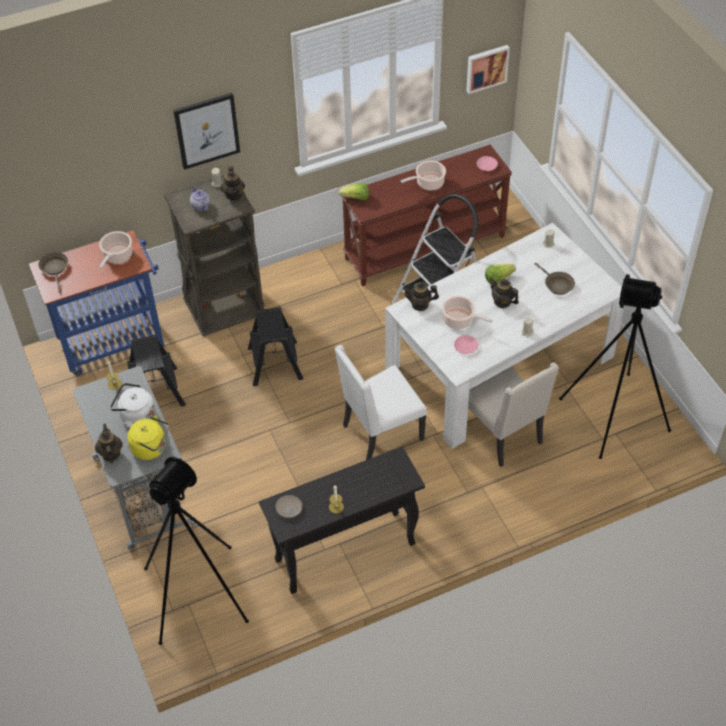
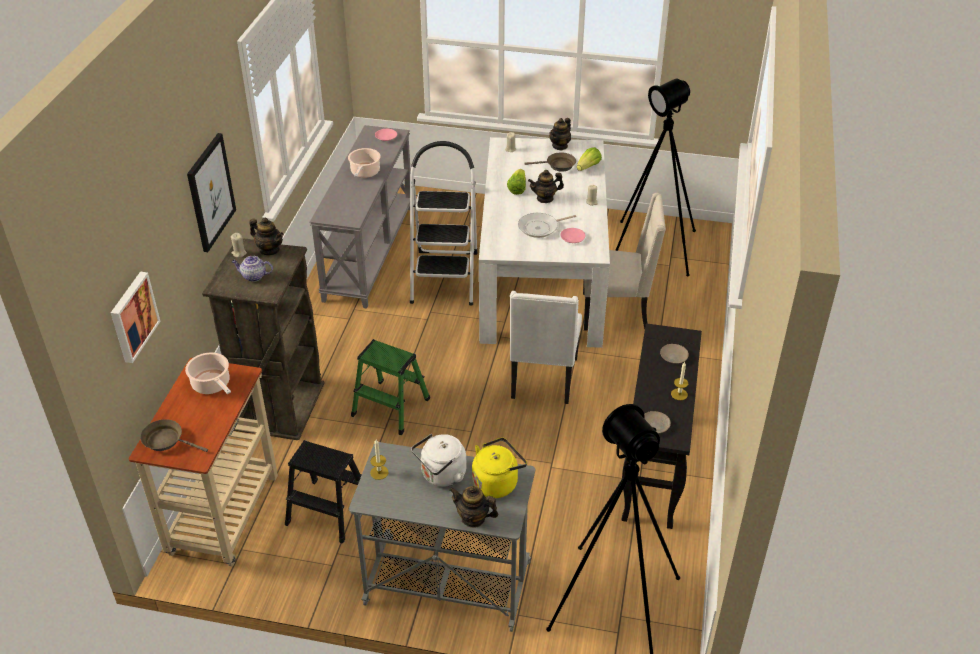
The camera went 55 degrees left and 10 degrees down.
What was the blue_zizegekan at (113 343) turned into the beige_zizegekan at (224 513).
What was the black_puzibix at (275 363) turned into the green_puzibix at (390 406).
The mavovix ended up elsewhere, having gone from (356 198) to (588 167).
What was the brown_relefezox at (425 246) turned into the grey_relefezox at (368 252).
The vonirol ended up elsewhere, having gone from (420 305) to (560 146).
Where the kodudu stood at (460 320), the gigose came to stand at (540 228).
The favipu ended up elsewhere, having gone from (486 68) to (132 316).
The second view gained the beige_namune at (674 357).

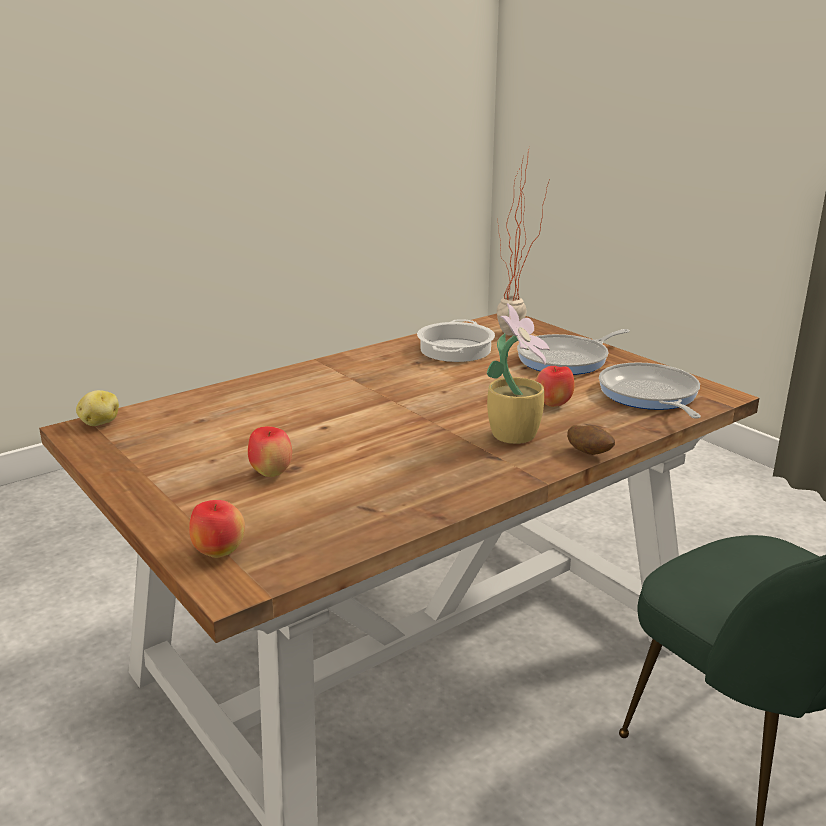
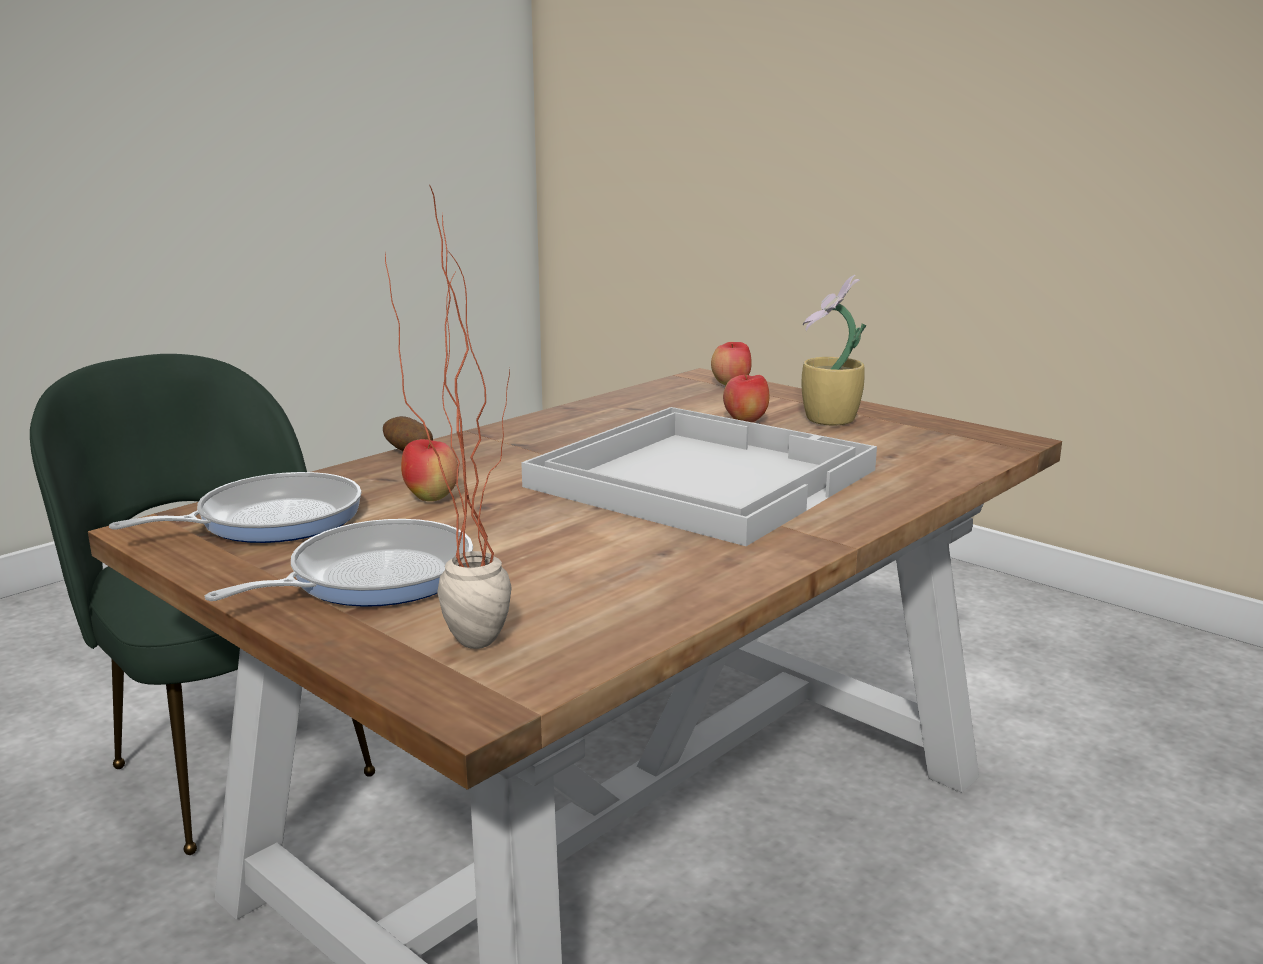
The camera went 170 degrees right and 5 degrees down.
The second view lost the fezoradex at (99 423).
The second view lost the kodudu at (454 349).
The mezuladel ended up elsewhere, having gone from (515 434) to (829 420).
The gigose at (649 395) ended up facing another way, 105 degrees counterclockwise from before.
The second view gained the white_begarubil at (701 477).

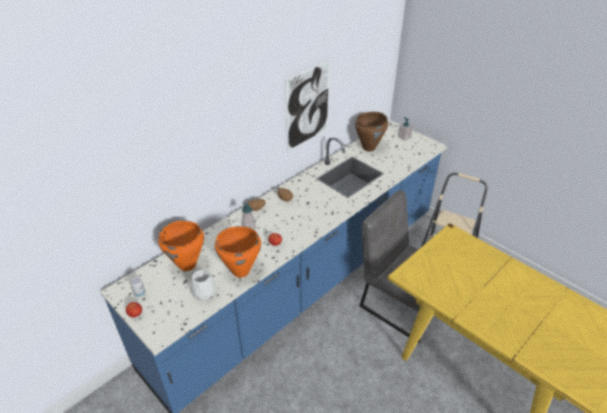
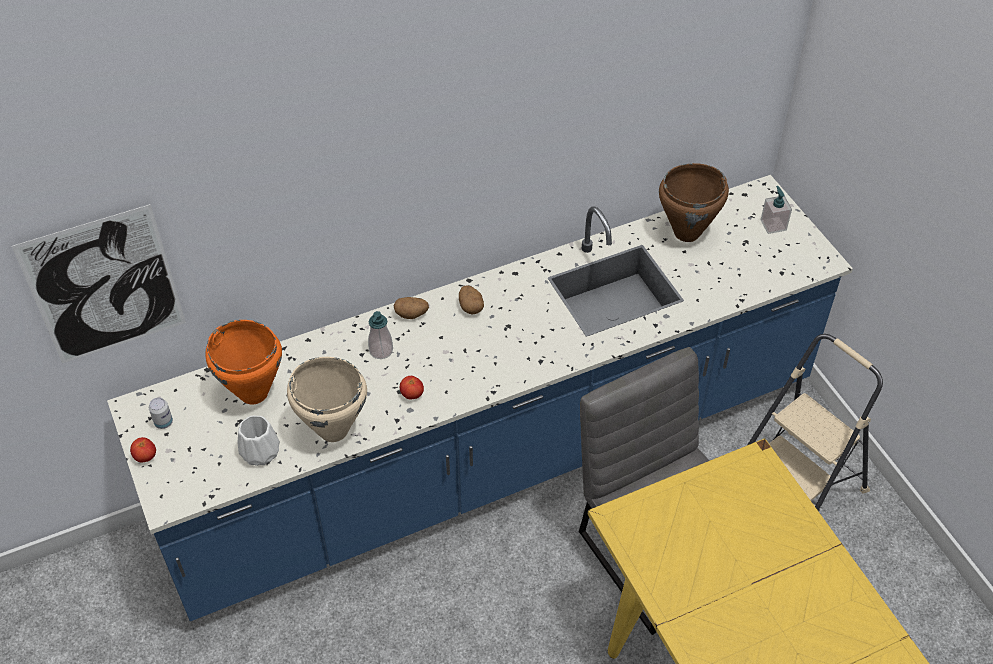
The camera went 20 degrees right and 10 degrees up.
What was the orange_kodudu at (240 271) turned into the beige_kodudu at (333 429).
The favipu ended up elsewhere, having gone from (308 106) to (104 286).

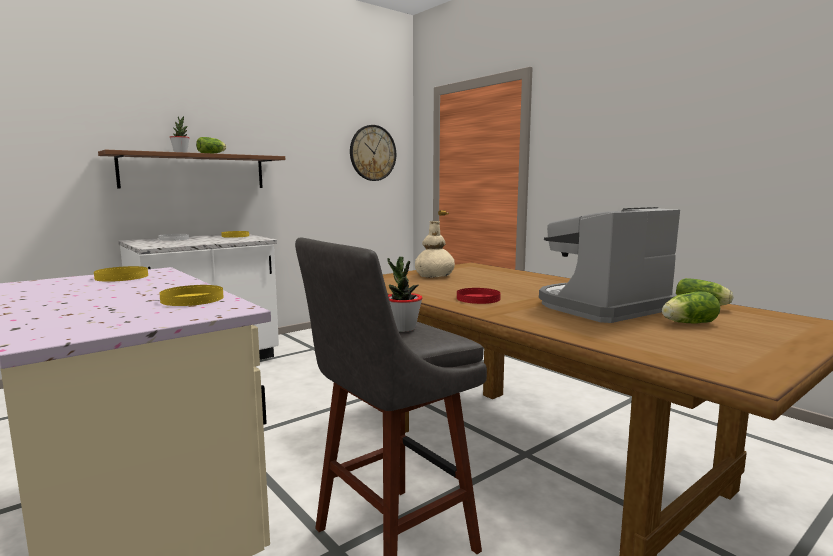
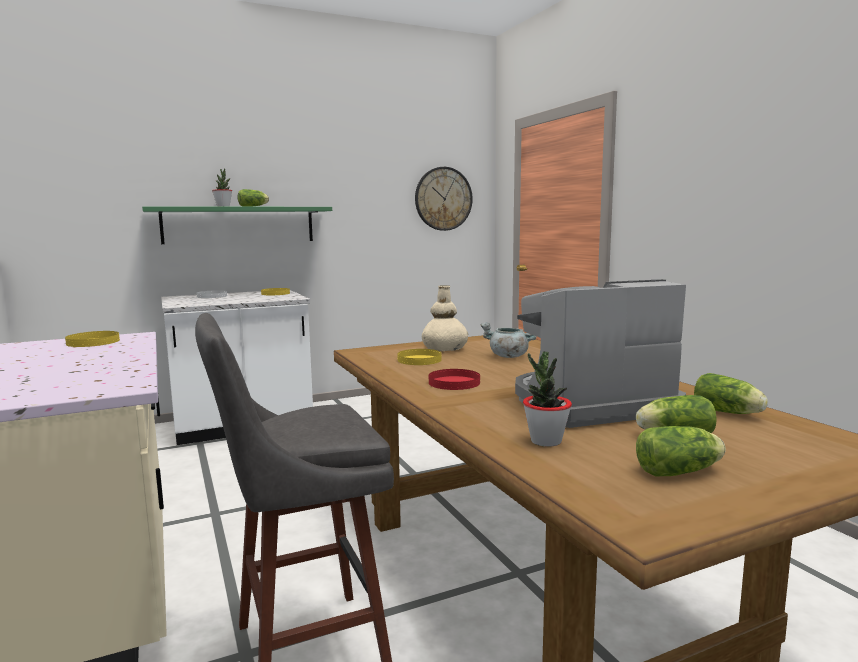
The camera went 15 degrees right and 0 degrees up.
What was the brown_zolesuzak at (194 171) turned into the green_zolesuzak at (239 225).
The yellow_namune ended up elsewhere, having gone from (193 299) to (419 360).
The mezuladel ended up elsewhere, having gone from (403 329) to (545 441).
The second view gained the grey_kodudu at (508 356).
The second view gained the mavovix at (681 472).

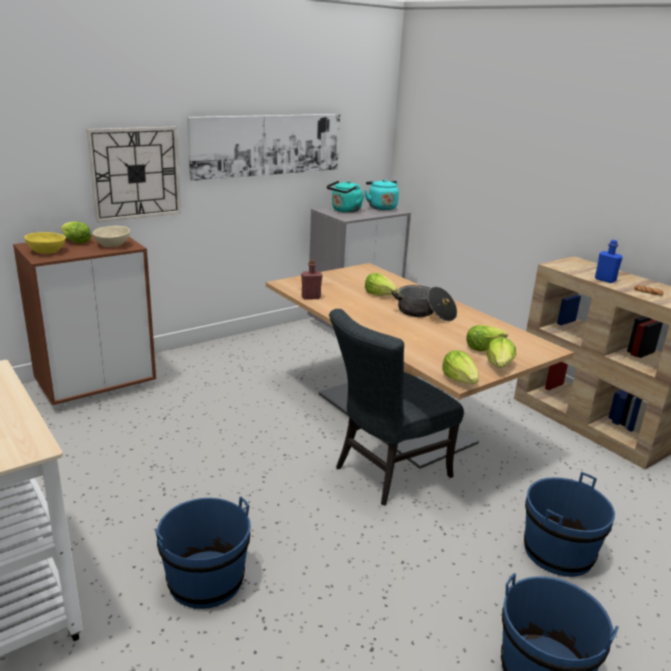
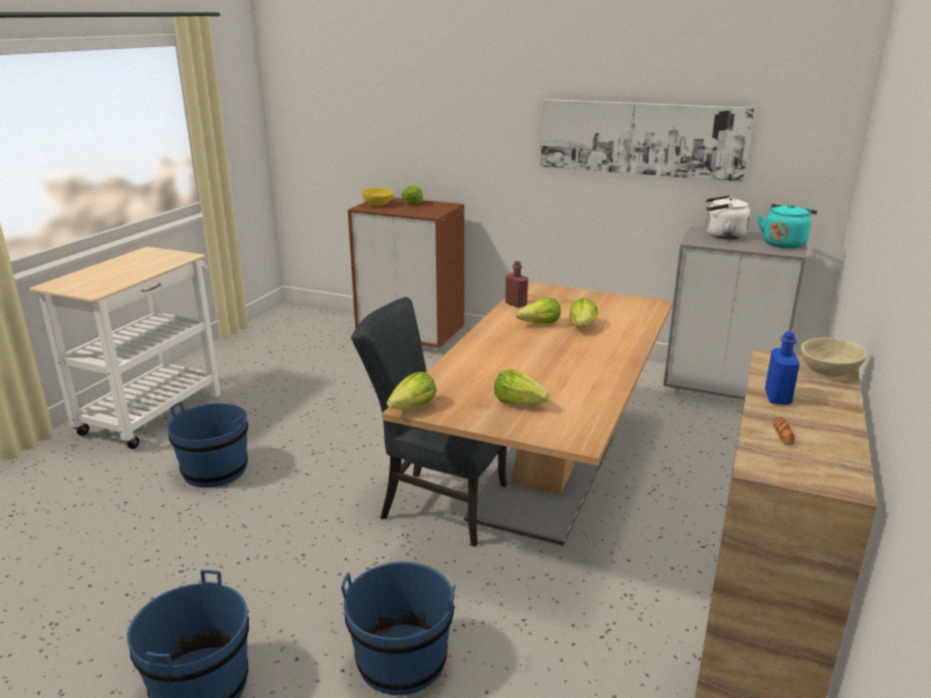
The camera went 60 degrees right and 0 degrees up.
The second view lost the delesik at (135 173).
The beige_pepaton ended up elsewhere, having gone from (112 245) to (829 371).
What was the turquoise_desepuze at (345 210) turned into the white_desepuze at (722 236).
The second view lost the kodudu at (424 313).
The mavovix ended up elsewhere, having gone from (500 365) to (540 324).

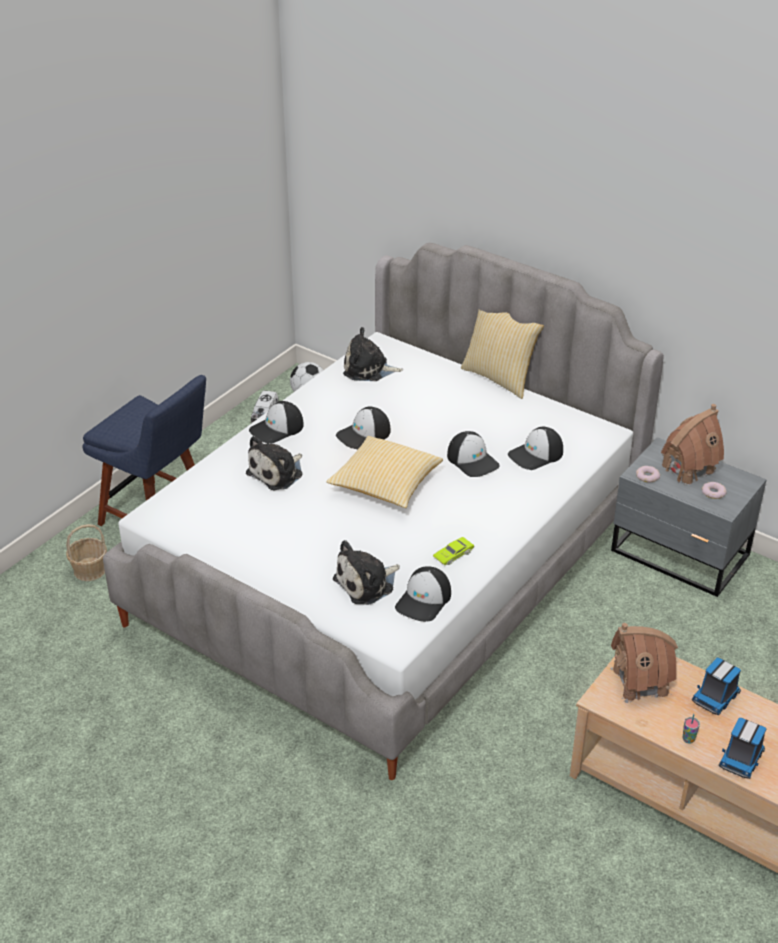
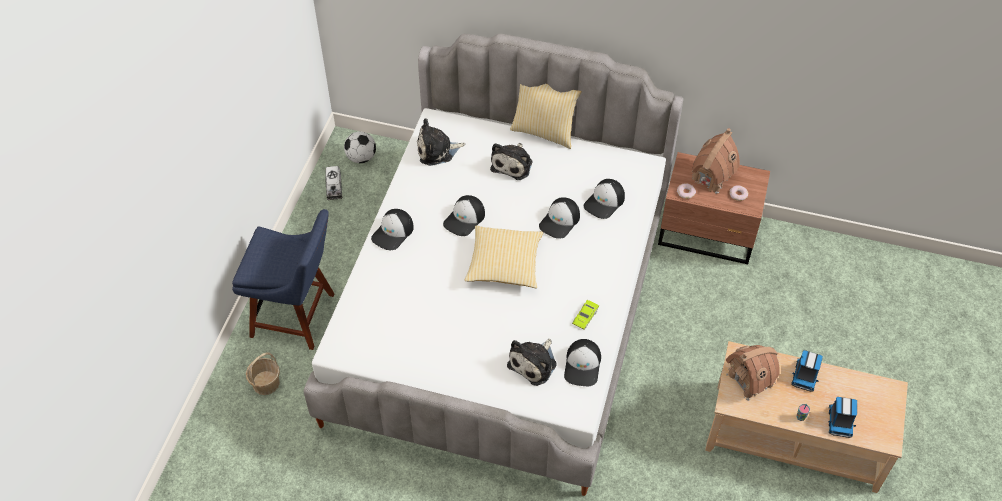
The camera went 20 degrees left and 15 degrees up.
The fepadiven ended up elsewhere, having gone from (277 473) to (513 164).
The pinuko at (473 460) ended up facing another way, 90 degrees clockwise from before.
What was the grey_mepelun at (680 555) turned into the brown_mepelun at (708 234).

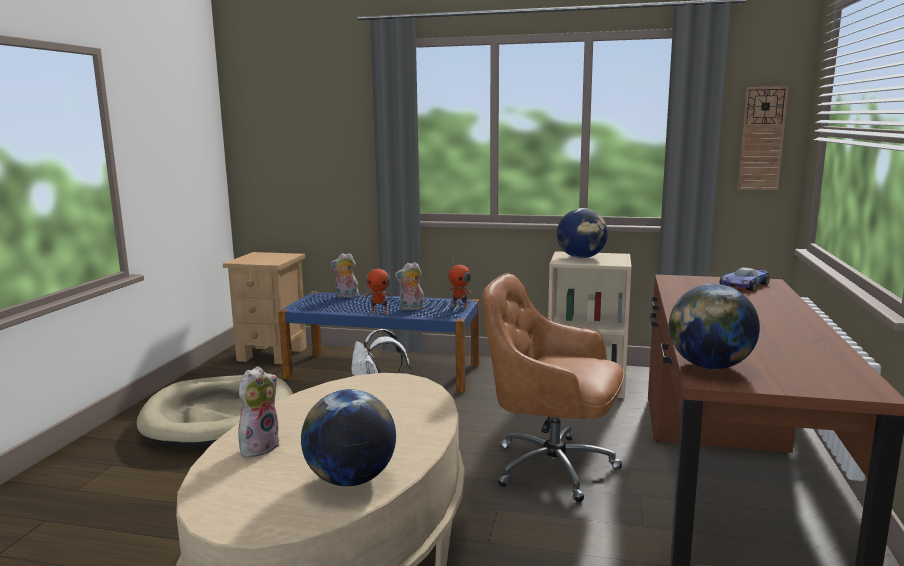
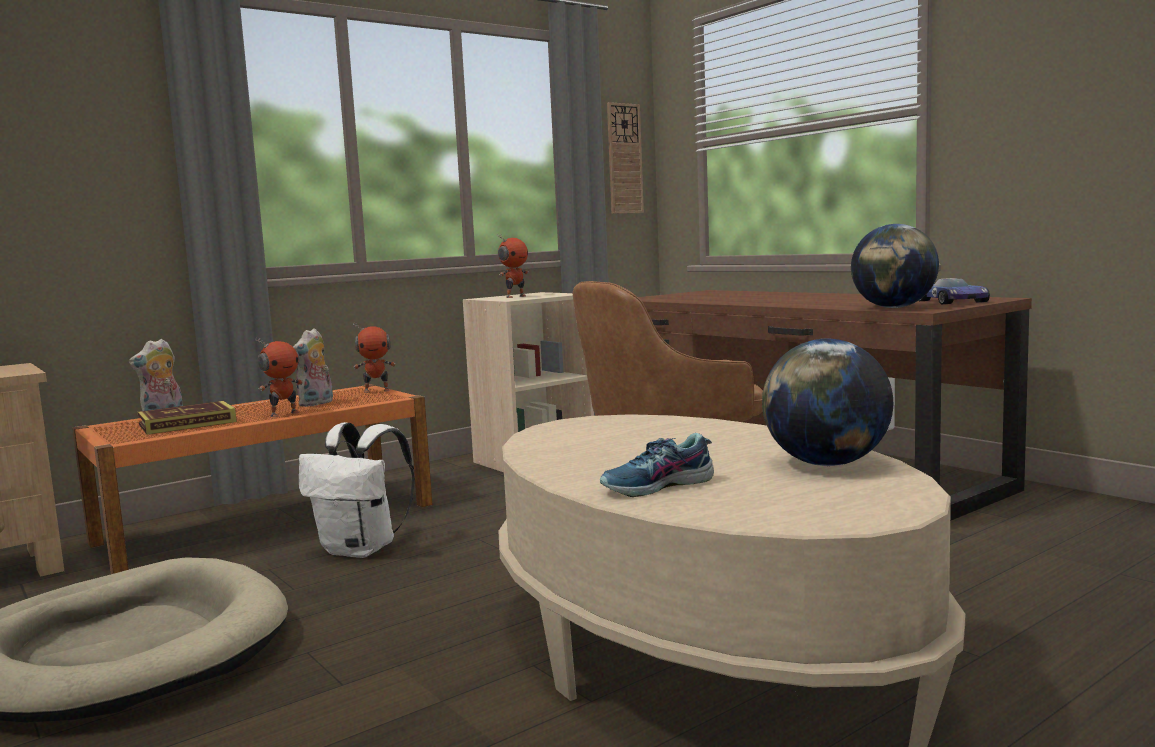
The camera went 50 degrees left and 5 degrees down.
Where the fepadiven stood at (259 446), the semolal came to stand at (658 486).
What was the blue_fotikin at (384 371) turned into the orange_fotikin at (267 523).
Where the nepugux stood at (581 257), the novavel came to stand at (515 297).
The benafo ended up elsewhere, having gone from (743 285) to (952 301).
The second view gained the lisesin at (187 423).

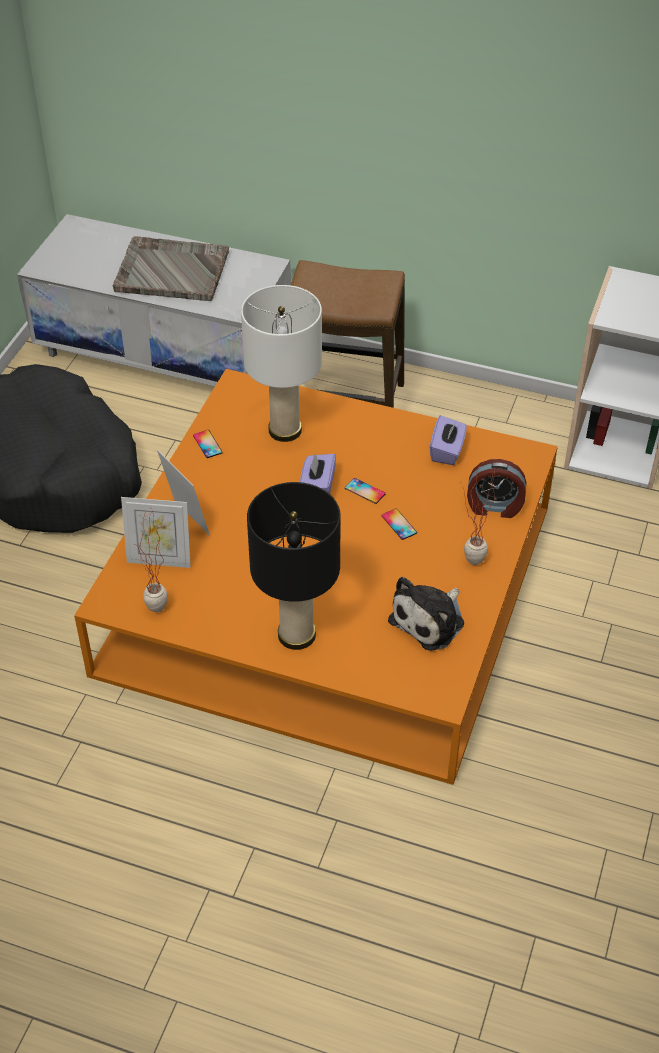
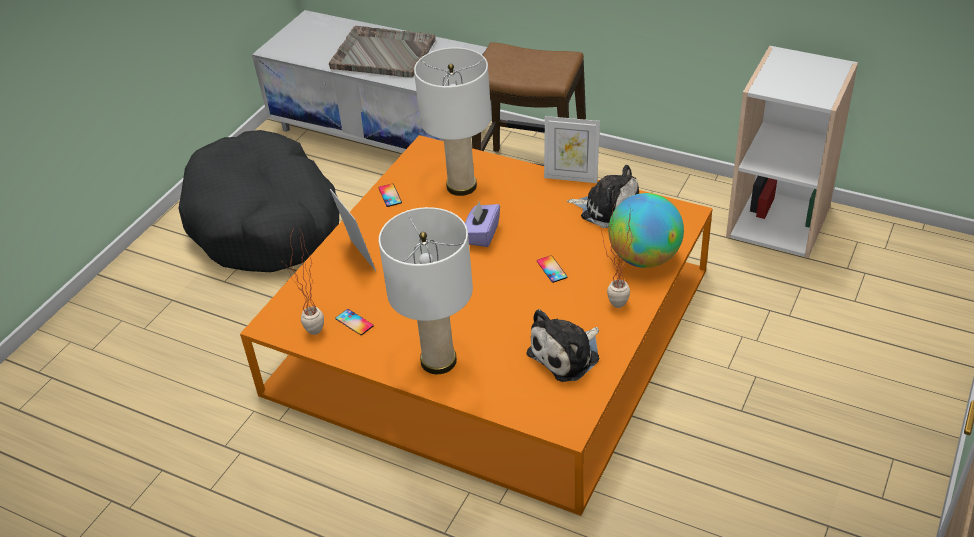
The camera went 10 degrees right and 5 degrees down.
The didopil ended up elsewhere, having gone from (160 560) to (571 177).
What was the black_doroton at (297 634) turned into the white_doroton at (439 360).
The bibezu ended up elsewhere, having gone from (365 491) to (354 322).
Where the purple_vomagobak stood at (447 451), the fepadiven came to stand at (607 209).
Where the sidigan stood at (494 507), the nepugux came to stand at (644 258).

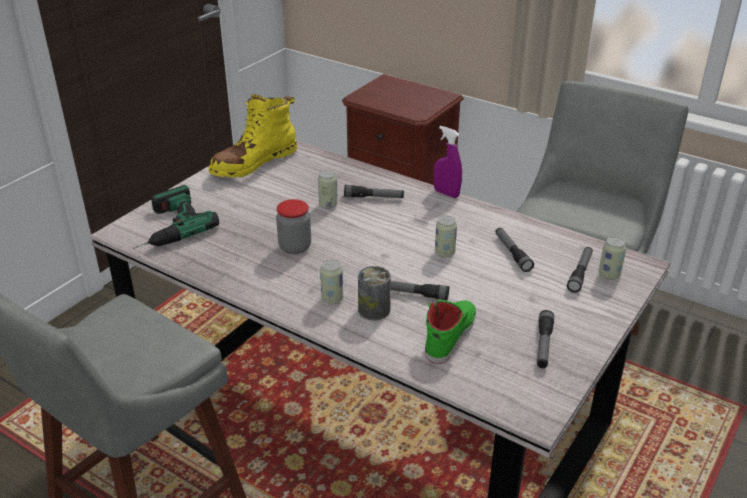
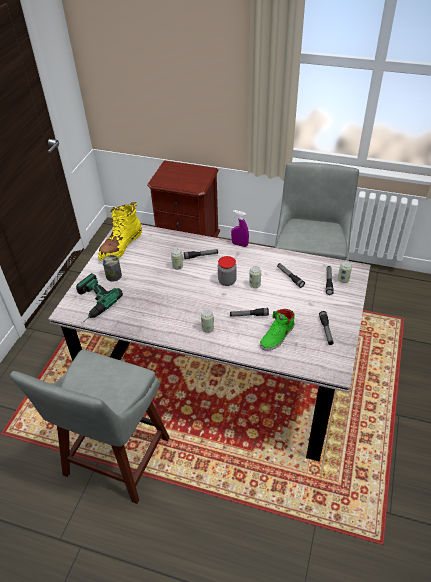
The camera went 15 degrees left and 10 degrees up.
The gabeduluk ended up elsewhere, having gone from (295 247) to (227 281).
The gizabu ended up elsewhere, having gone from (374 310) to (114 276).
The green_semolal at (449 335) ended up facing another way, 150 degrees counterclockwise from before.

